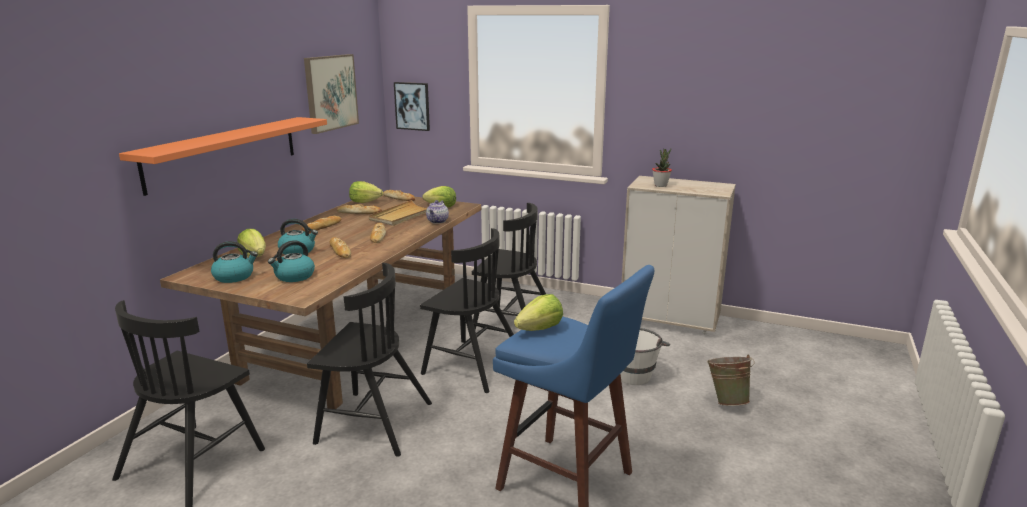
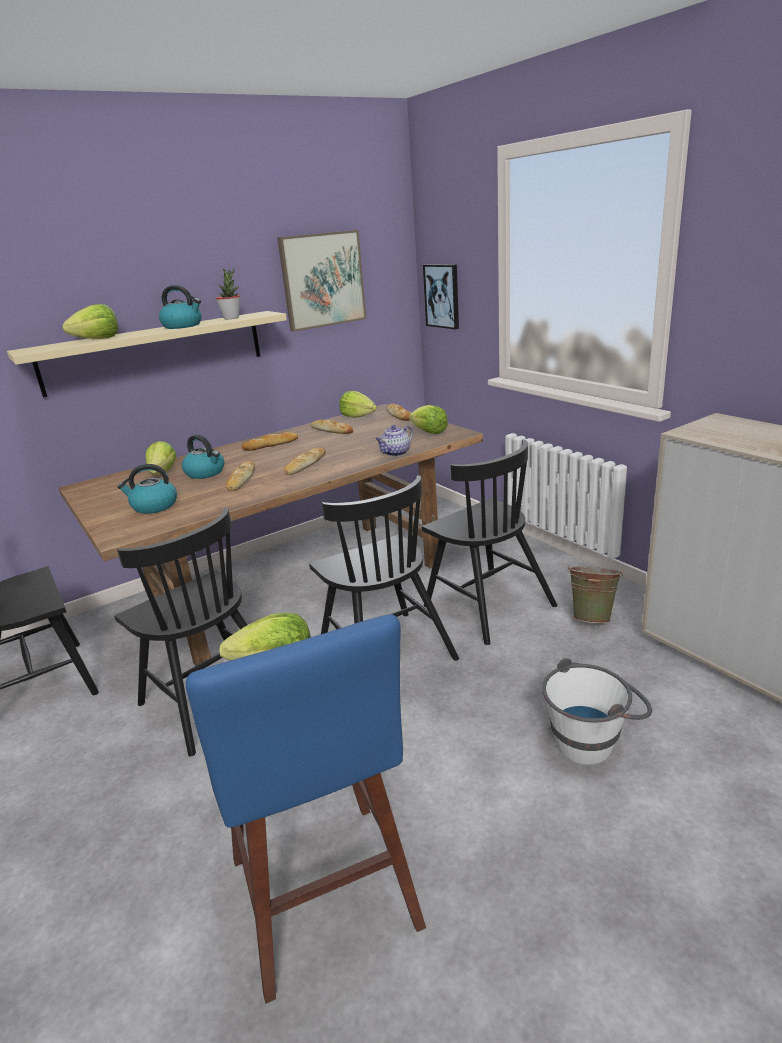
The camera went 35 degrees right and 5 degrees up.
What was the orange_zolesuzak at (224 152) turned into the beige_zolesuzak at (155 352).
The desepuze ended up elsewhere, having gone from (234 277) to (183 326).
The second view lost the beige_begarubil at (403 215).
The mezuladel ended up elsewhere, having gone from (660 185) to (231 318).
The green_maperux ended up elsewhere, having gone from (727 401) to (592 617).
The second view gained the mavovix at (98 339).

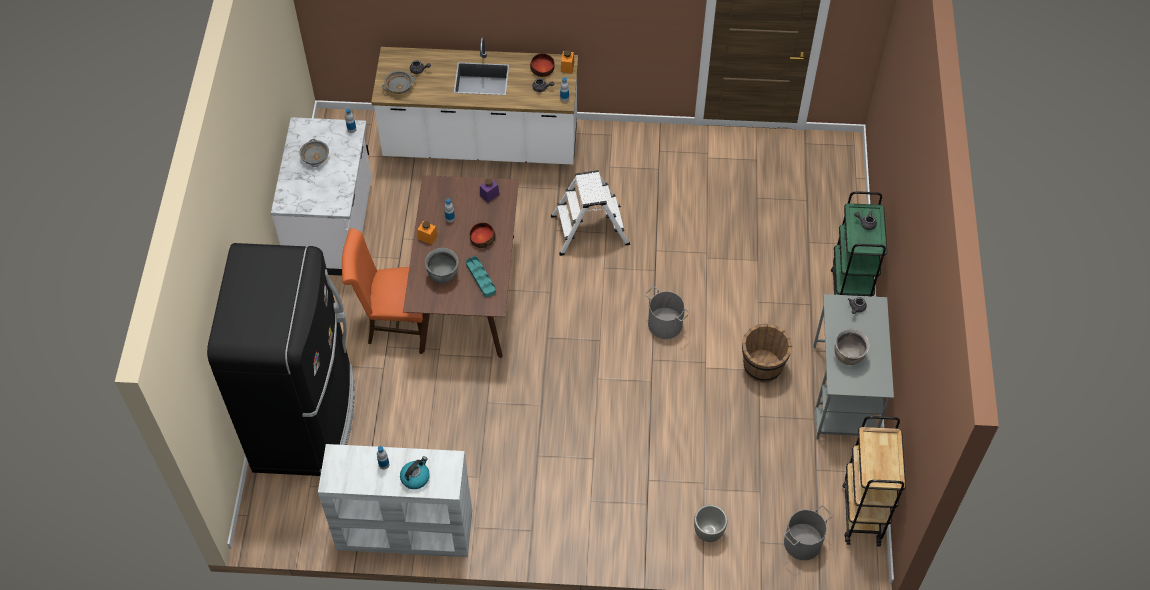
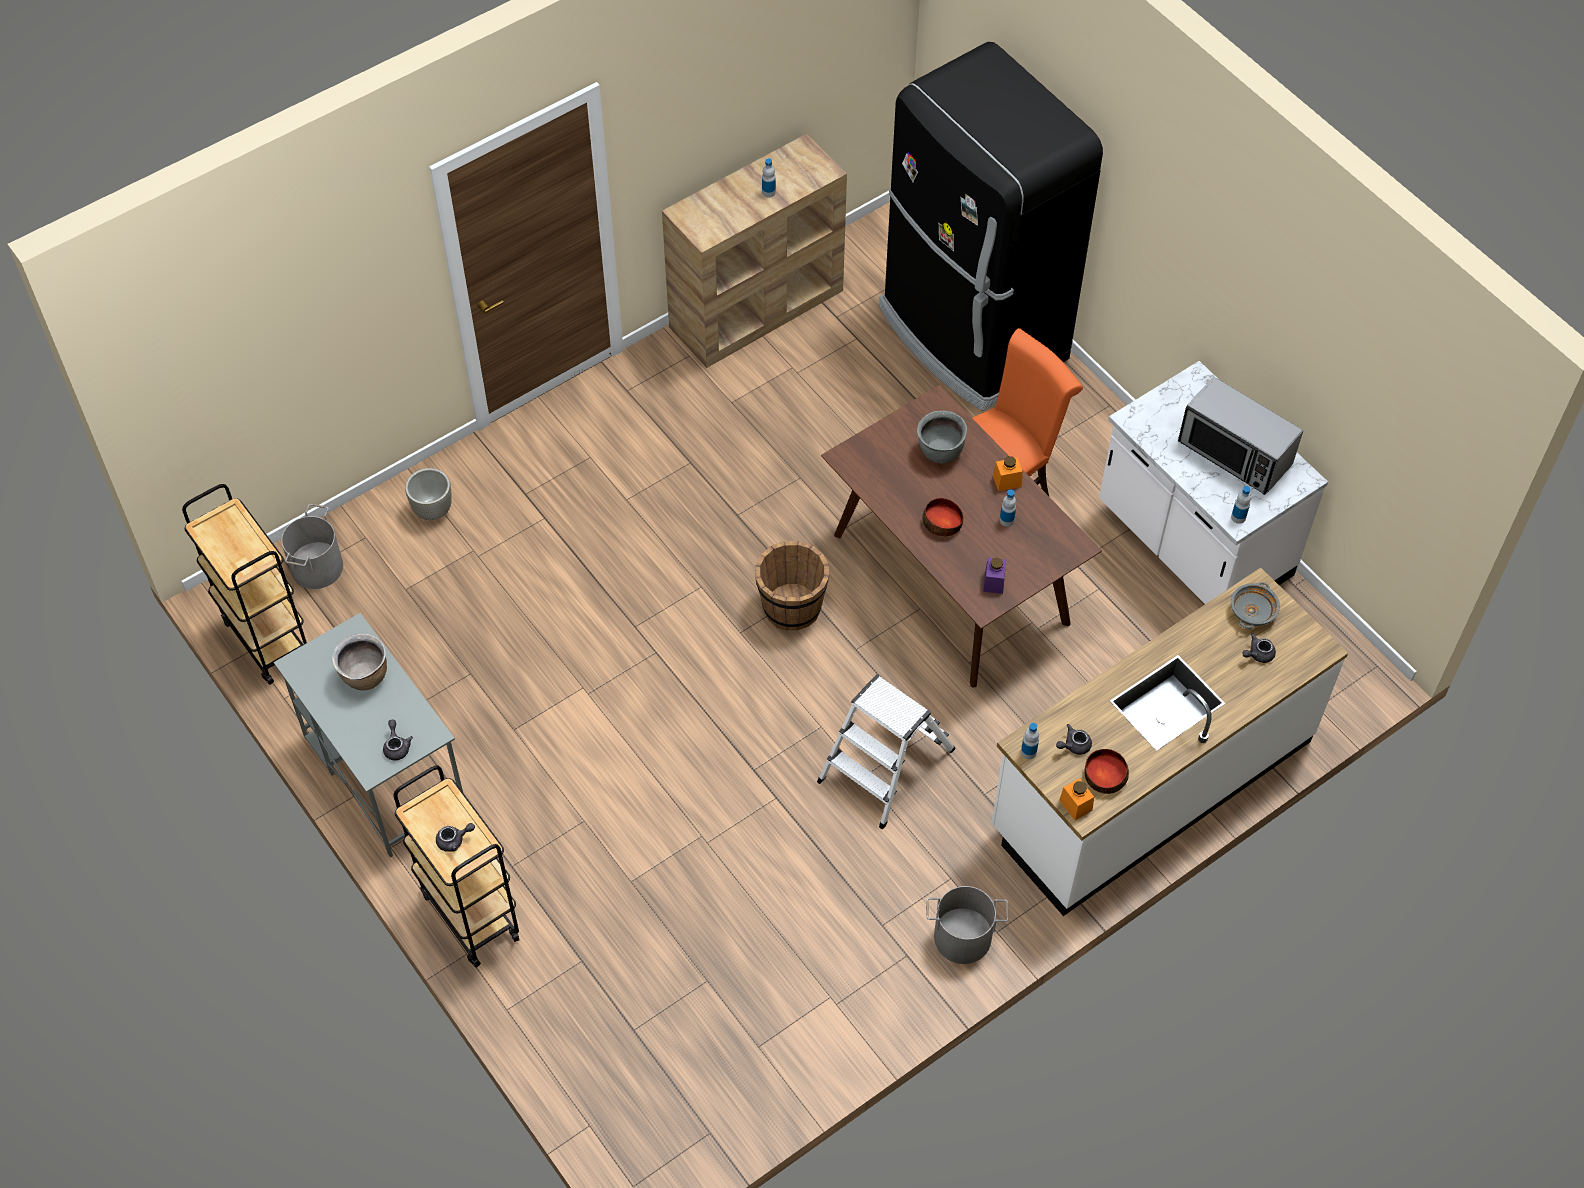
The camera went 140 degrees right and 0 degrees up.
Where the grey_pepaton stood at (315 157), the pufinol came to stand at (1234 454).
What was the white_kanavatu at (404 531) turned into the brown_kanavatu at (755 308).
The second view lost the desepuze at (415 477).
The second view lost the turquoise_begarubil at (481 278).
The grey_maperux ended up elsewhere, having gone from (665 324) to (962 938).
The brown_maperux ended up elsewhere, having gone from (762 367) to (791 606).
What was the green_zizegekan at (848 294) turned into the brown_zizegekan at (469 917).

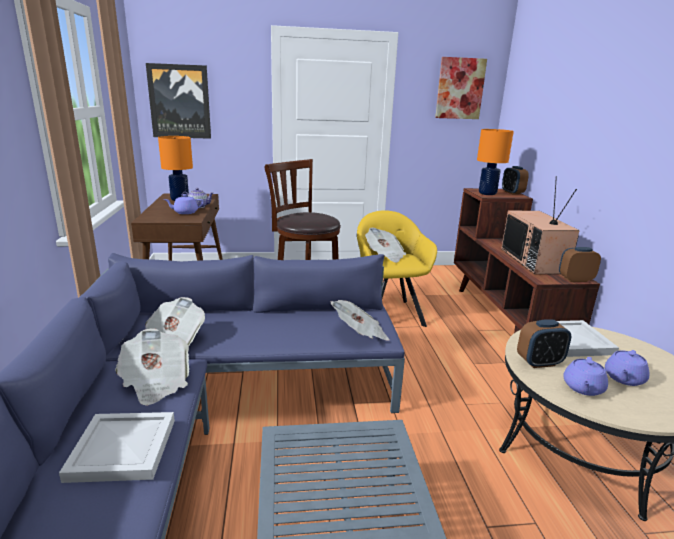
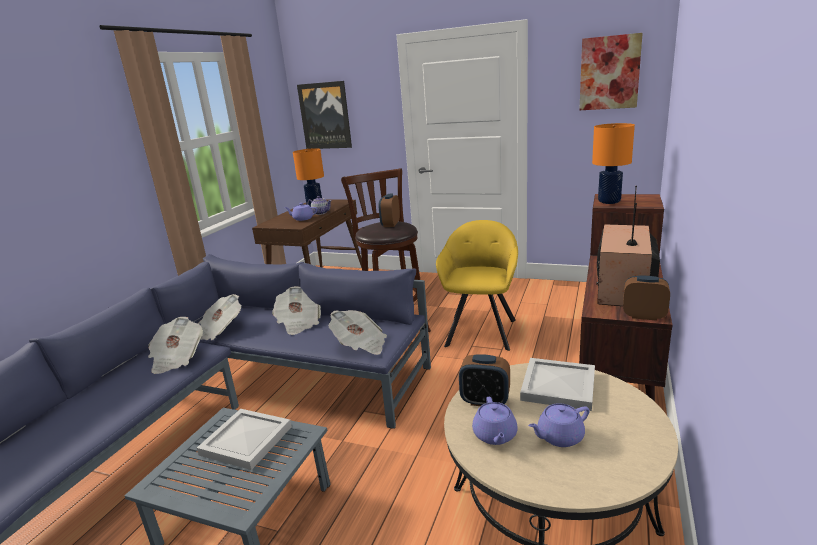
The camera went 30 degrees right and 0 degrees up.
The white_begarubil ended up elsewhere, having gone from (123 450) to (246 441).
The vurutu ended up elsewhere, having gone from (385 255) to (299 322).
The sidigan ended up elsewhere, having gone from (512 192) to (390 224).
The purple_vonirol at (583 388) ended up facing another way, 60 degrees counterclockwise from before.

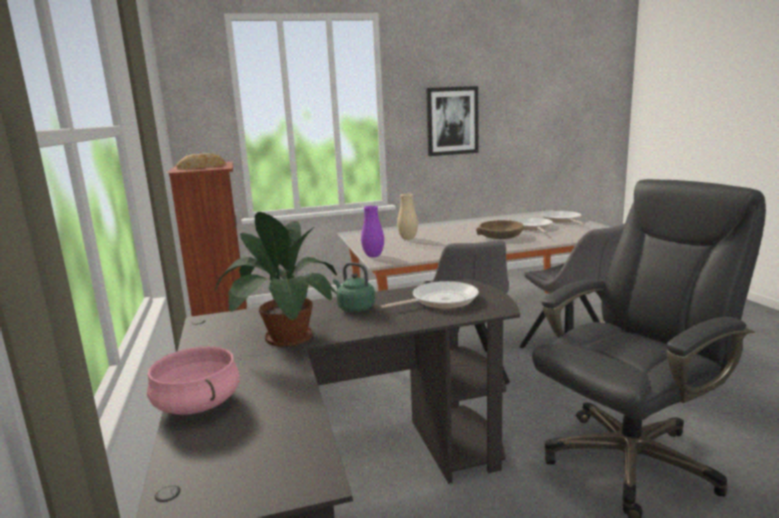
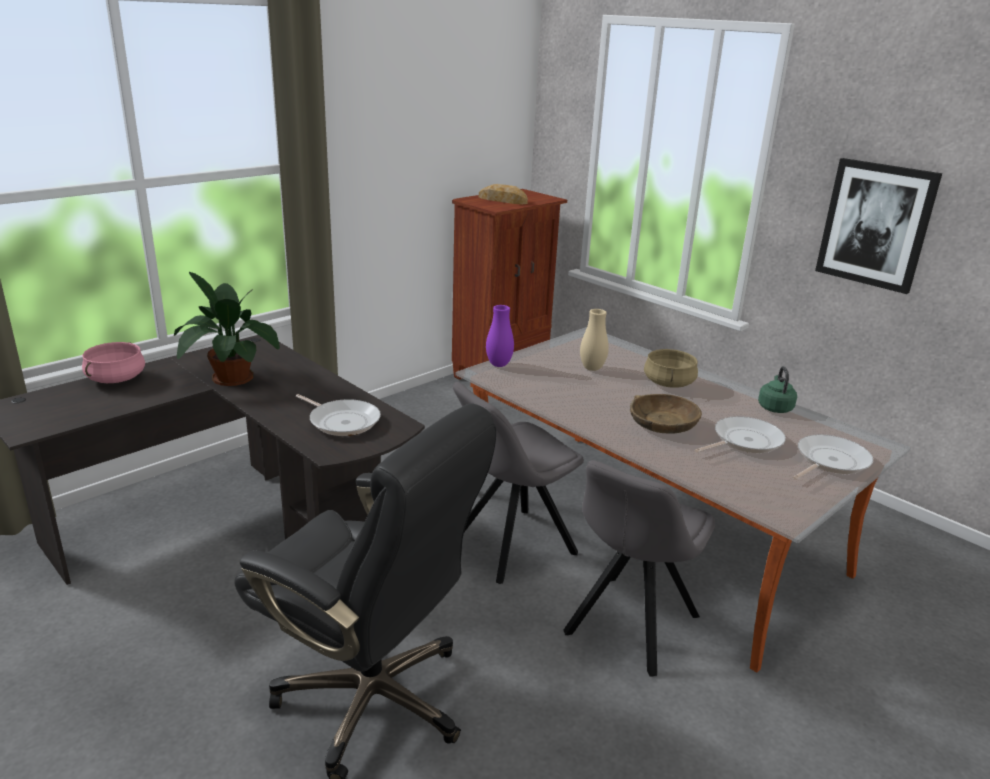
The camera went 60 degrees right and 10 degrees up.
The green_desepuze ended up elsewhere, having gone from (354 308) to (774 407).
The second view gained the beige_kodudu at (668 383).

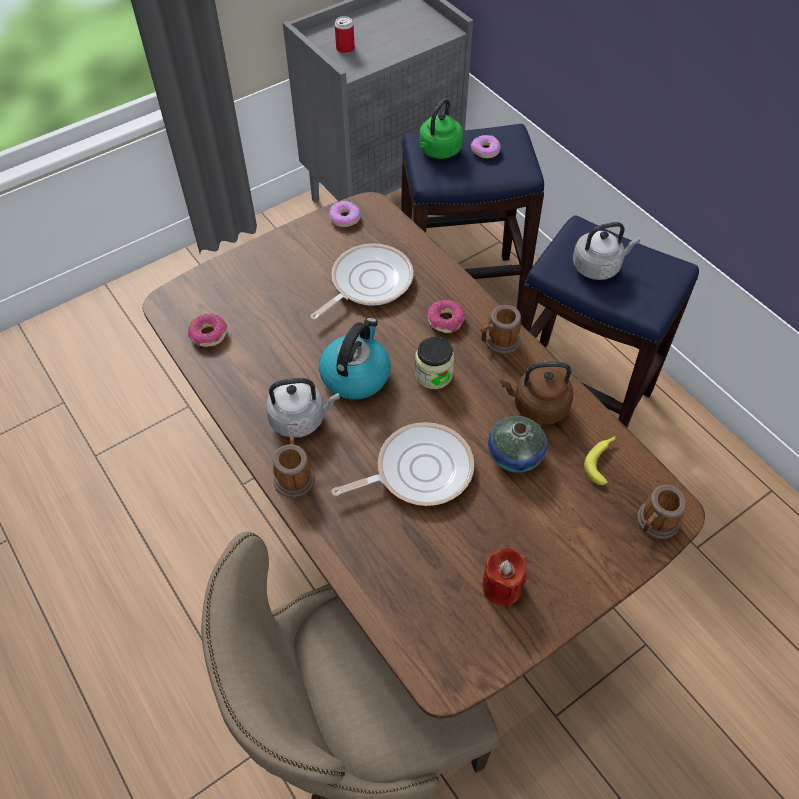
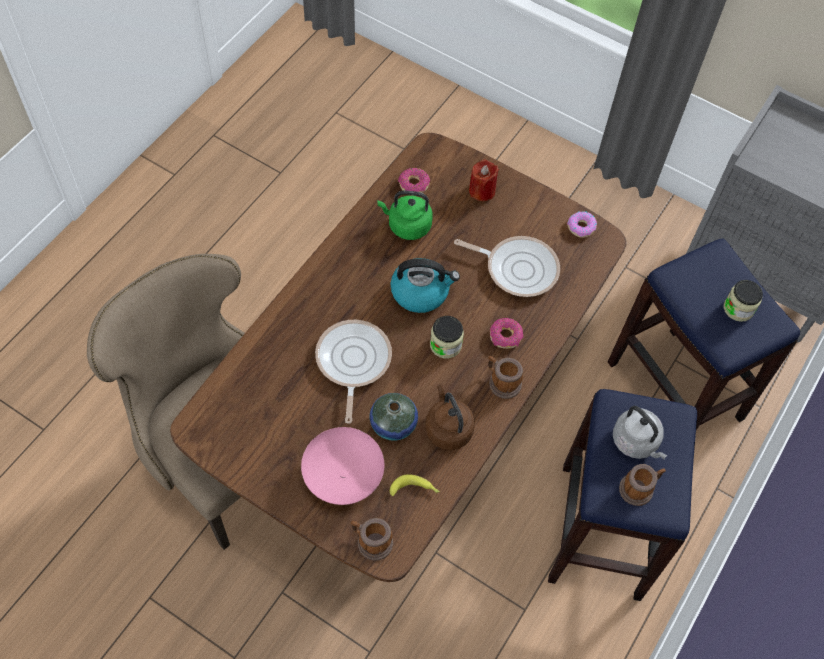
The camera went 65 degrees right and 5 degrees up.
The second view lost the grey_desepuze at (301 419).
The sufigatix ended up elsewhere, having gone from (294 475) to (639 488).
The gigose at (418 470) ended up facing another way, 135 degrees counterclockwise from before.
The second view lost the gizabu at (345 49).
The green_desepuze ended up elsewhere, having gone from (438 151) to (407 226).
Where the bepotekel stood at (485 150), the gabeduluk came to stand at (738 308).
The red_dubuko ended up elsewhere, having gone from (502 587) to (482 191).
The second view gained the pink_pepaton at (345 476).

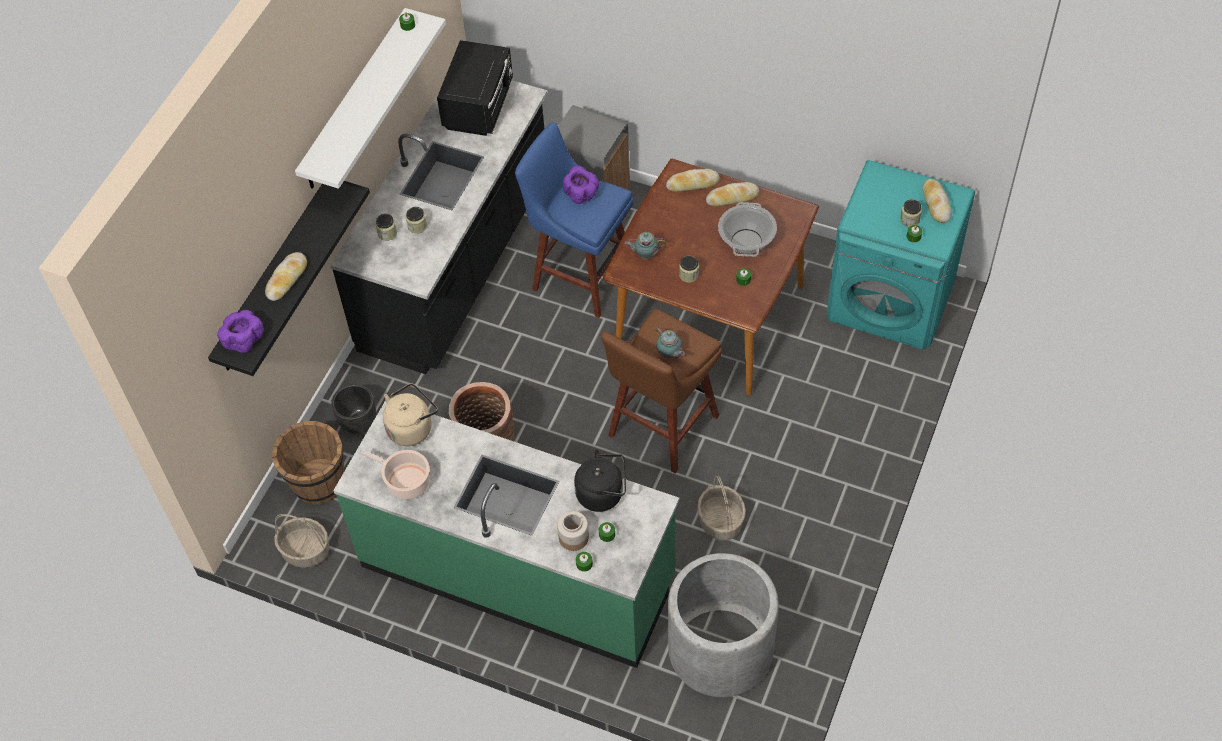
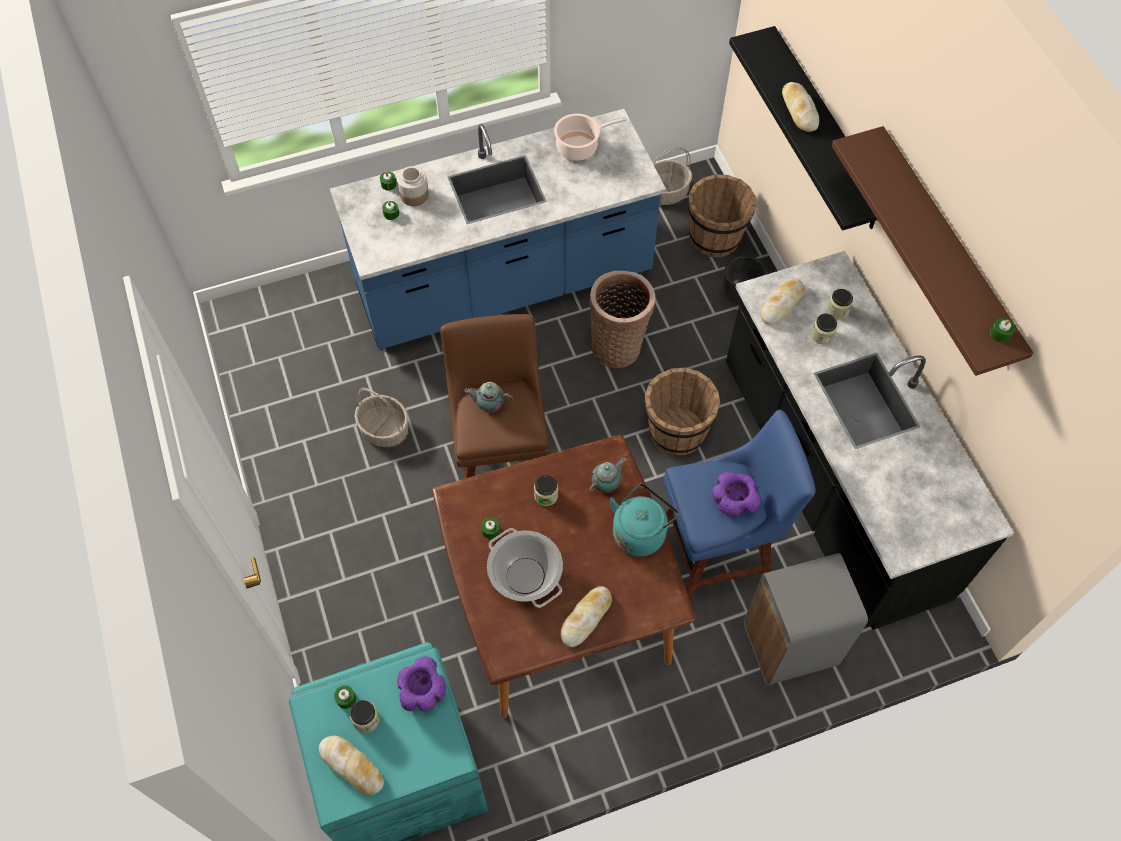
The camera went 135 degrees right and 5 degrees up.
The purple_pepaton ended up elsewhere, having gone from (243 339) to (424 691).
What was the white_zolesuzak at (355 101) turned into the brown_zolesuzak at (946 249).
What was the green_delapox at (518 571) turned into the blue_delapox at (504 284).
The second view lost the beige_desepuze at (412 427).
The second view lost the black_pufinol at (479 106).
The second view lost the black_desepuze at (603 493).
The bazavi ended up elsewhere, having gone from (692 184) to (781 304).
The second view lost the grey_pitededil at (720 650).
The second view gained the turquoise_desepuze at (640 532).
The second view gained the brown_maperux at (676 431).

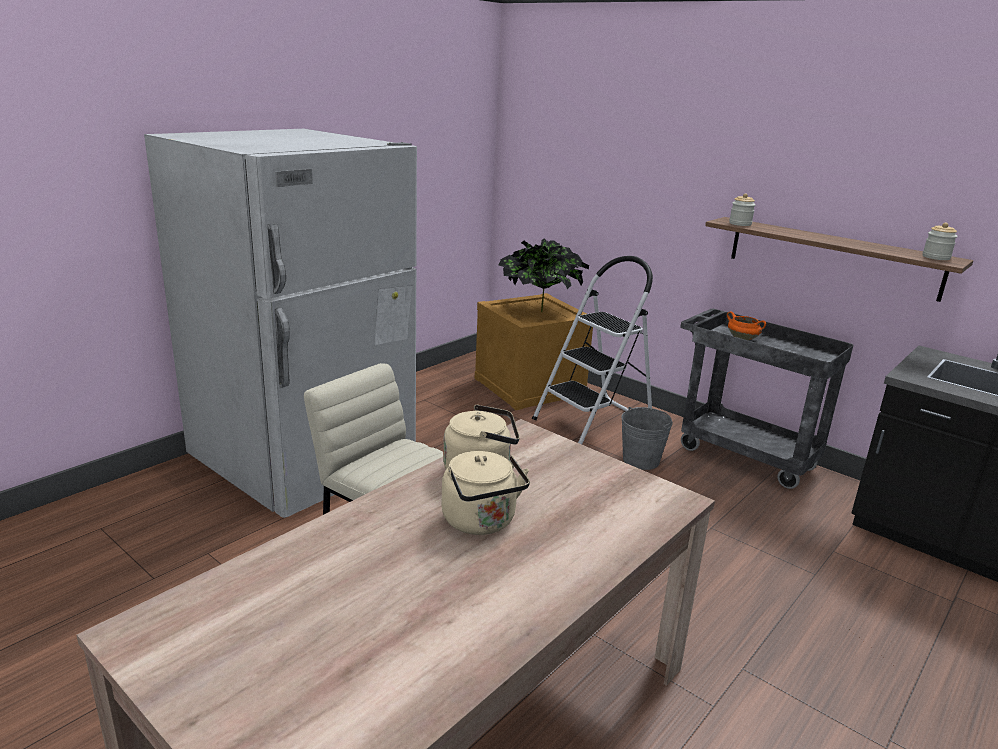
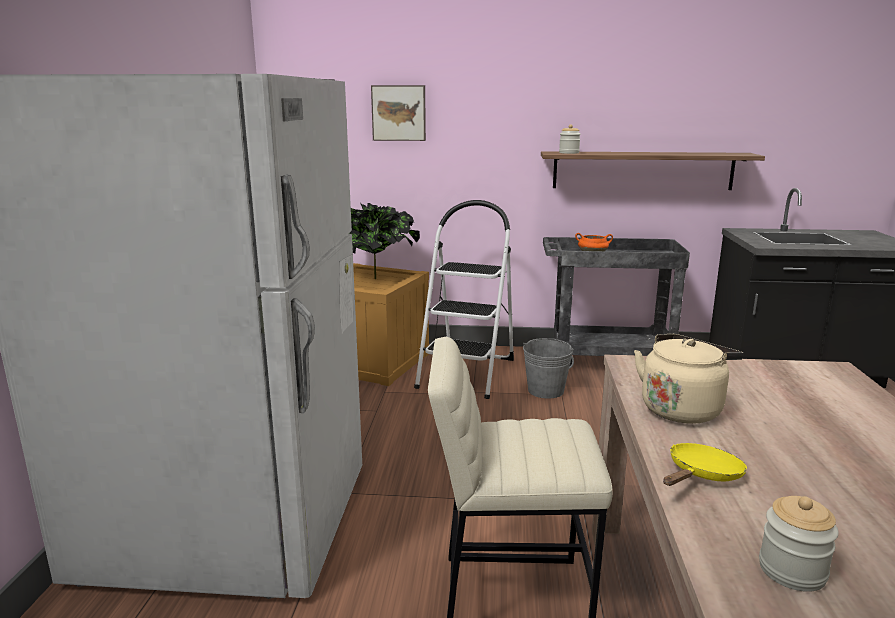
The camera went 35 degrees left and 5 degrees down.
The second view lost the beige_desepuze at (481 522).
The gabeduluk ended up elsewhere, having gone from (936 257) to (792 571).
The second view gained the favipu at (399 113).
The second view gained the yellow_gigose at (701 475).

